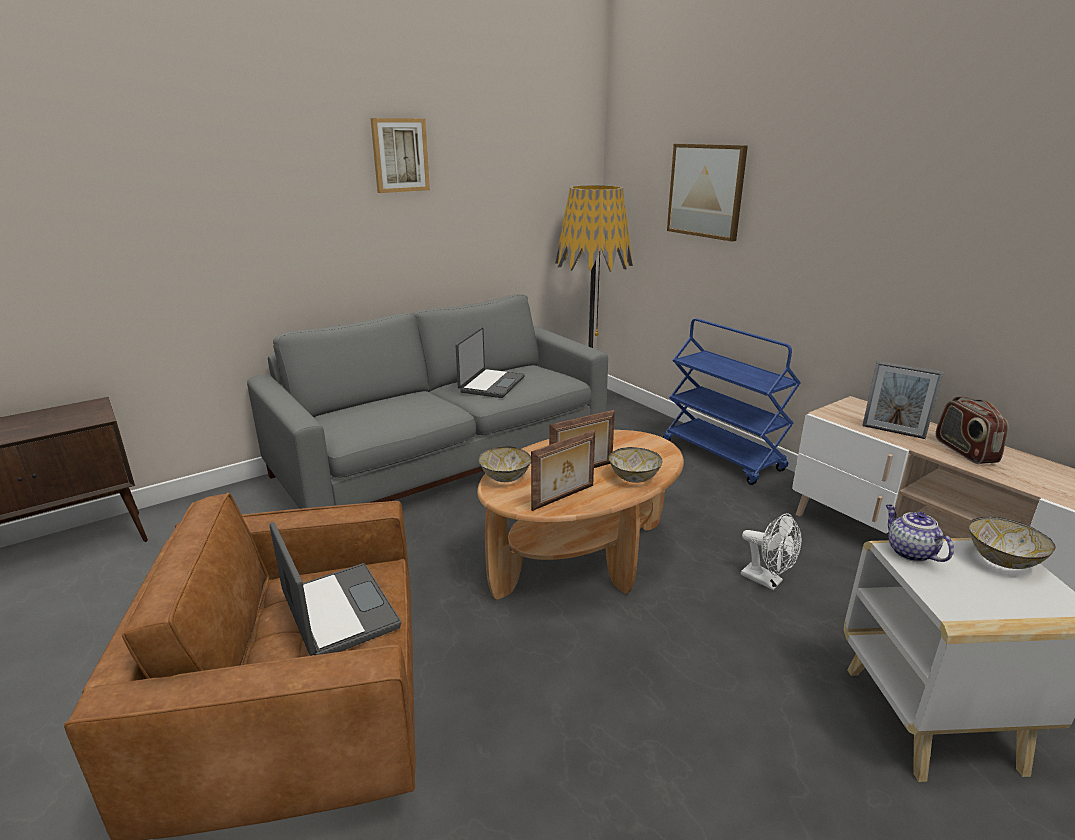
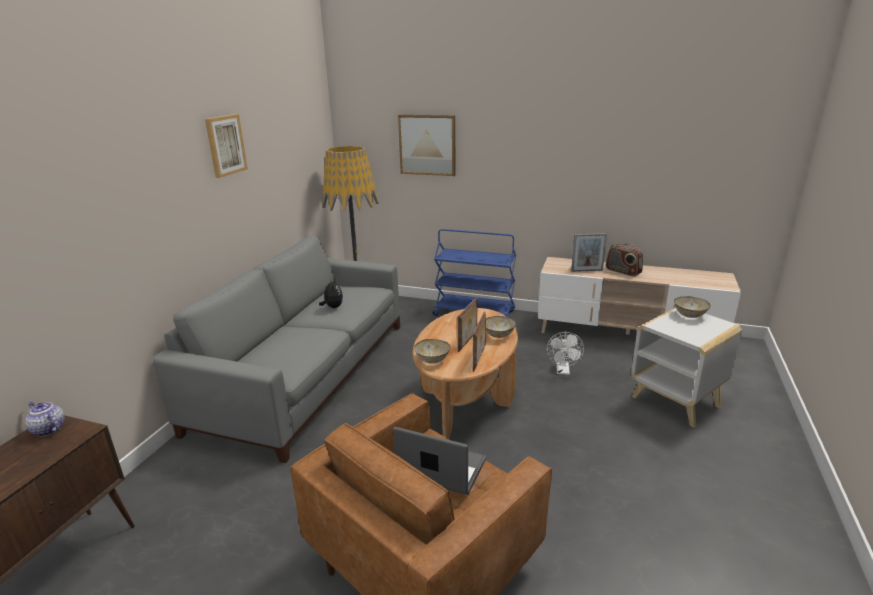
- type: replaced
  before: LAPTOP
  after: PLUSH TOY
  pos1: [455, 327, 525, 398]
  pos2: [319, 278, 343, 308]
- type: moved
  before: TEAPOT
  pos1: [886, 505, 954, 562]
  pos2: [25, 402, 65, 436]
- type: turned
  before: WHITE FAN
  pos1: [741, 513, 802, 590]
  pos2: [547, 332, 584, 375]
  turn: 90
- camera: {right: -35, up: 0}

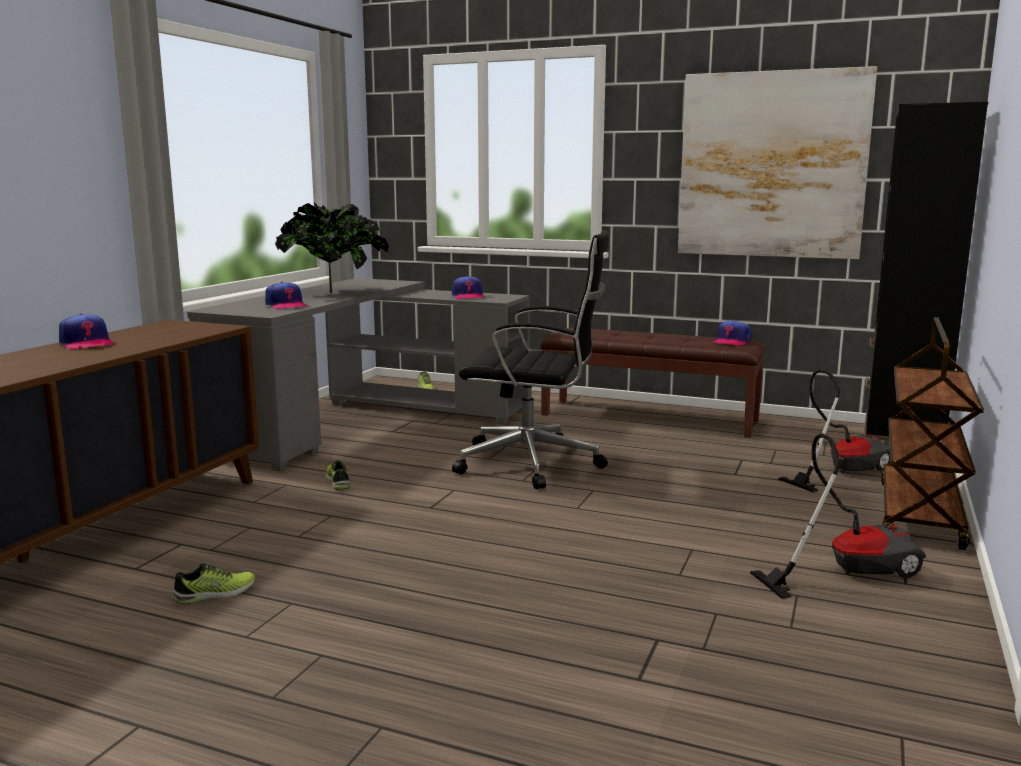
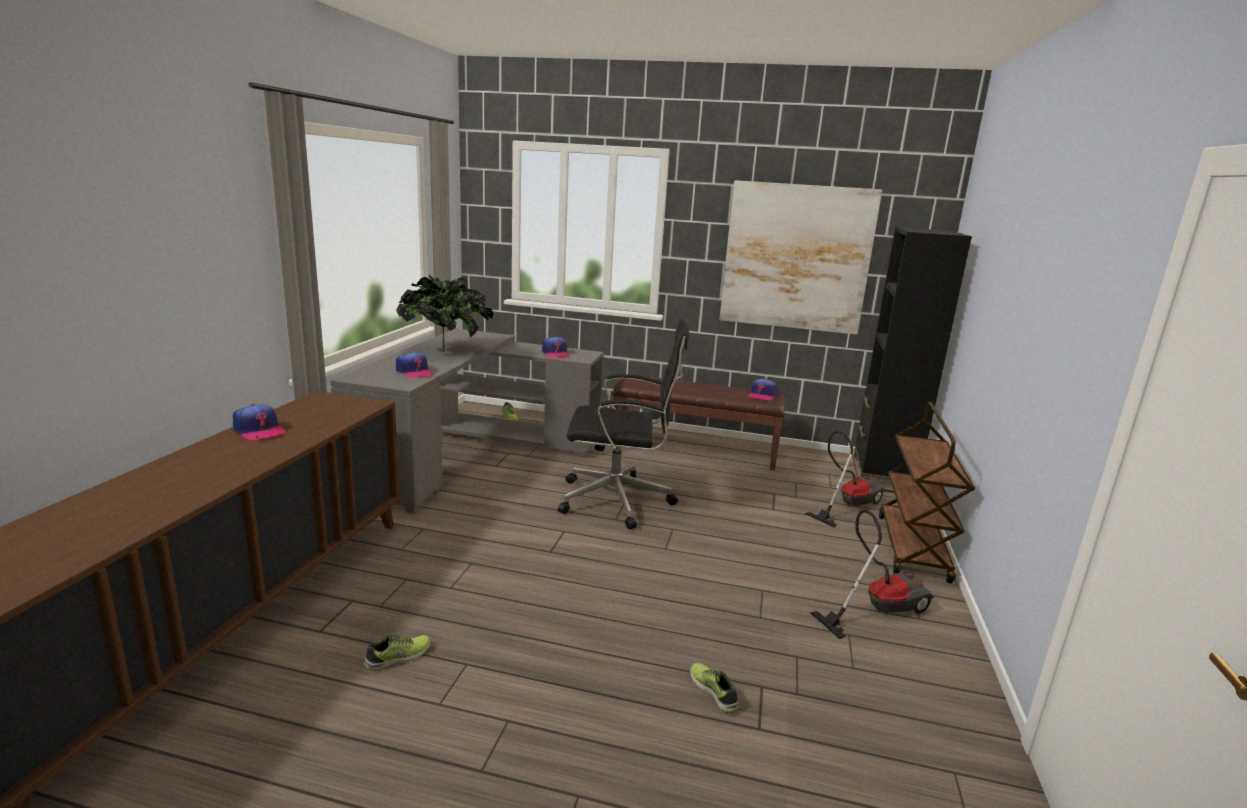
- type: moved
  before: SHOE
  pos1: [326, 460, 350, 490]
  pos2: [690, 663, 739, 713]
- camera: {right: -10, up: 5}

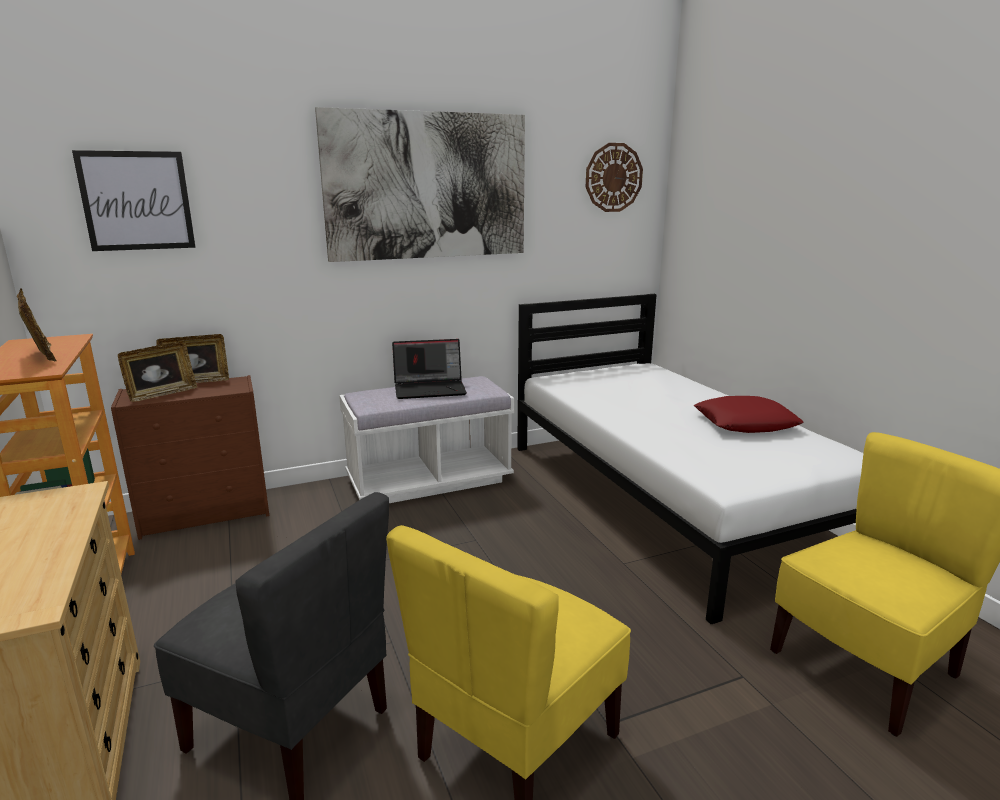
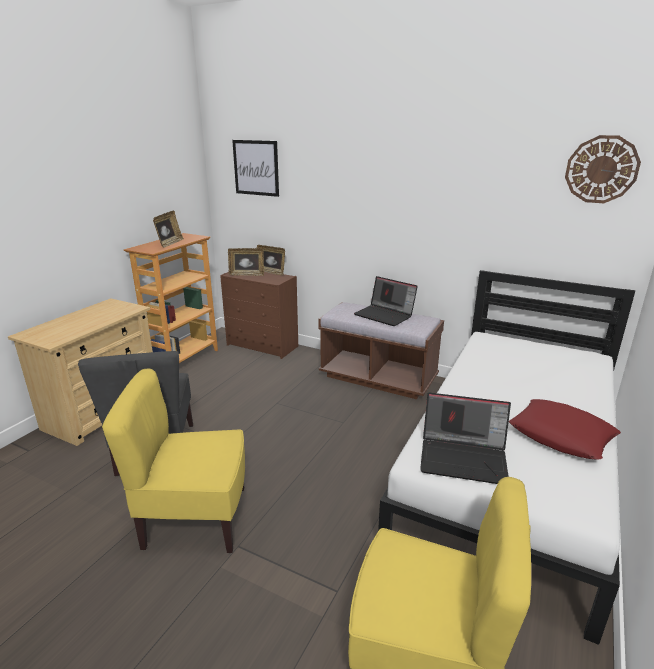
- type: removed
  before: PICTURE
  pos1: [315, 107, 525, 262]
- type: recoloured
  before: WHITE BENCH
  after: BROWN BENCH
  pos1: [339, 376, 514, 503]
  pos2: [318, 302, 444, 399]
- type: added
  after: LAPTOP
  pos2: [420, 393, 511, 484]
- camera: {right: 50, up: 5}

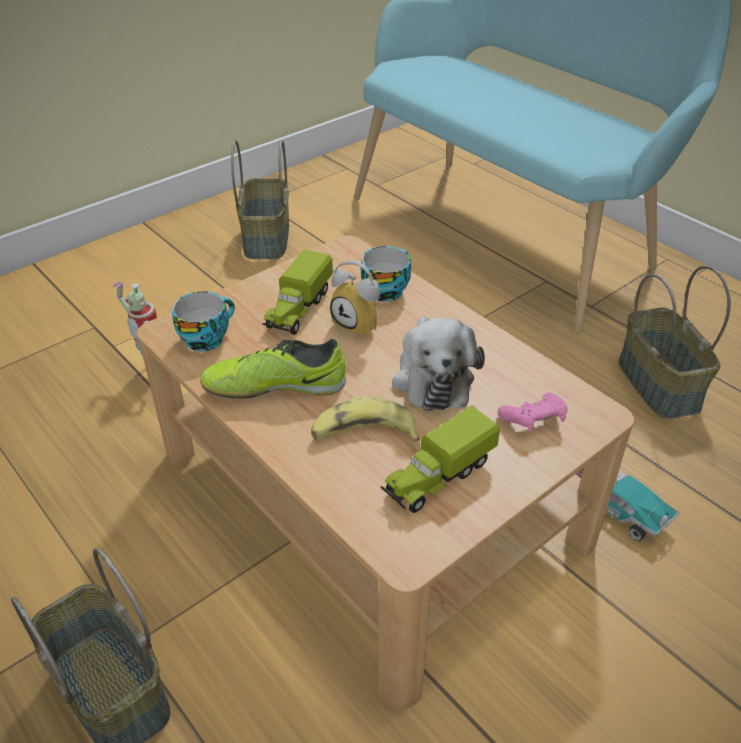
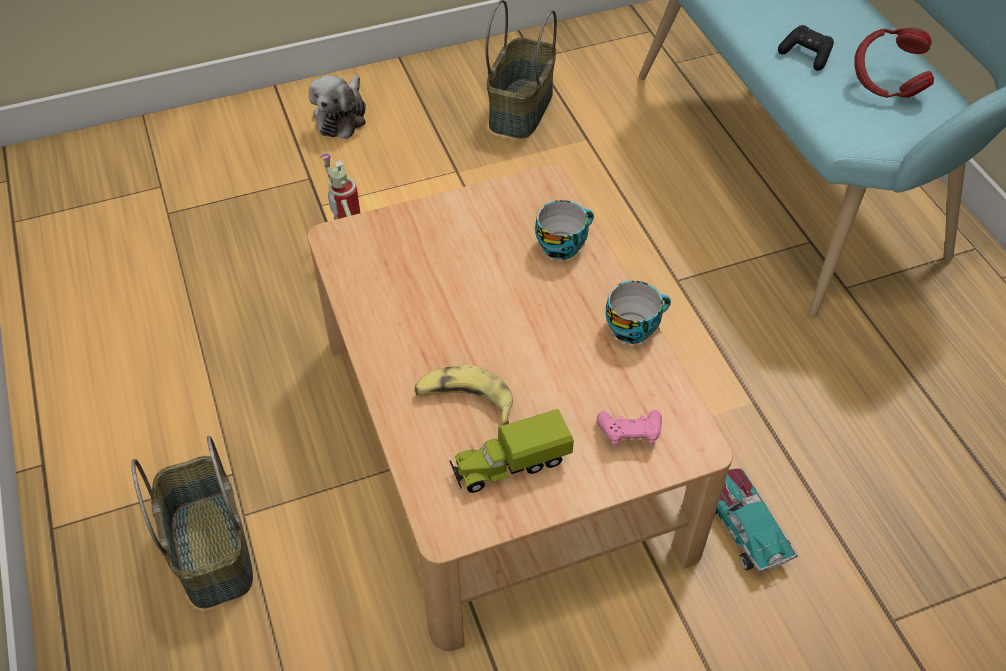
- type: removed
  before: TOY TRUCK
  pos1: [262, 249, 333, 335]
- type: removed
  before: ALARM CLOCK
  pos1: [330, 260, 380, 338]
- type: removed
  before: BASKET
  pos1: [619, 266, 731, 419]
- type: moved
  before: CUP
  pos1: [172, 291, 235, 351]
  pos2: [606, 281, 671, 344]
- type: moved
  before: PLUSH TOY
  pos1: [392, 317, 485, 411]
  pos2: [309, 75, 366, 139]
- type: removed
  before: SHOE
  pos1: [200, 338, 346, 399]
- type: added
  after: BLACK GAME CONTROLLER
  pos2: [778, 25, 834, 71]
- type: added
  after: RED HEADPHONES
  pos2: [855, 27, 934, 98]
- camera: {right: 20, up: 10}

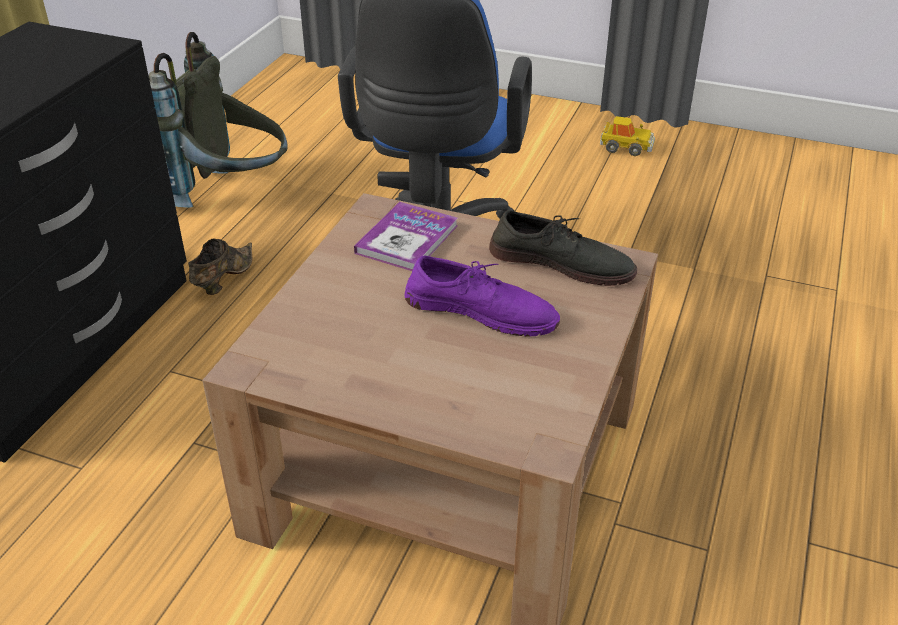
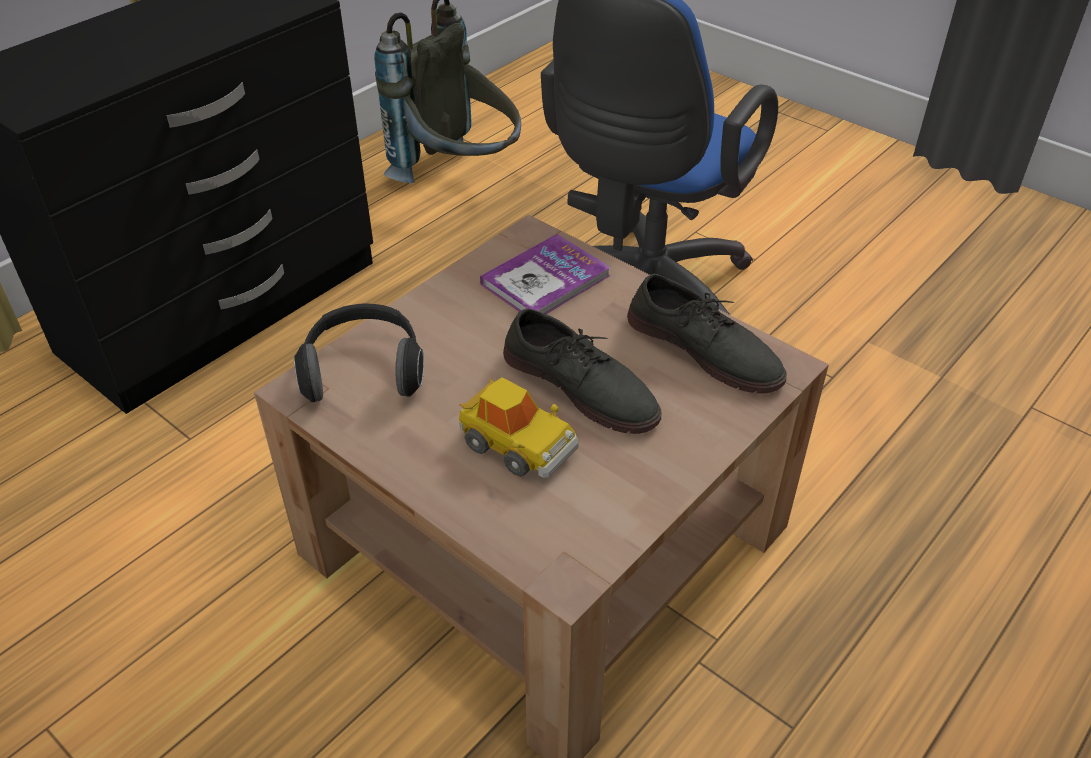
- type: moved
  before: TOY CAR
  pos1: [600, 116, 655, 156]
  pos2: [459, 377, 579, 478]
- type: removed
  before: BROWN SHOE
  pos1: [188, 238, 252, 295]
- type: recoloured
  before: PURPLE SHOE
  after: GREY SHOE
  pos1: [405, 256, 560, 336]
  pos2: [503, 309, 661, 434]
- type: added
  after: HEADPHONES
  pos2: [294, 303, 424, 402]
- camera: {right: 20, up: 5}

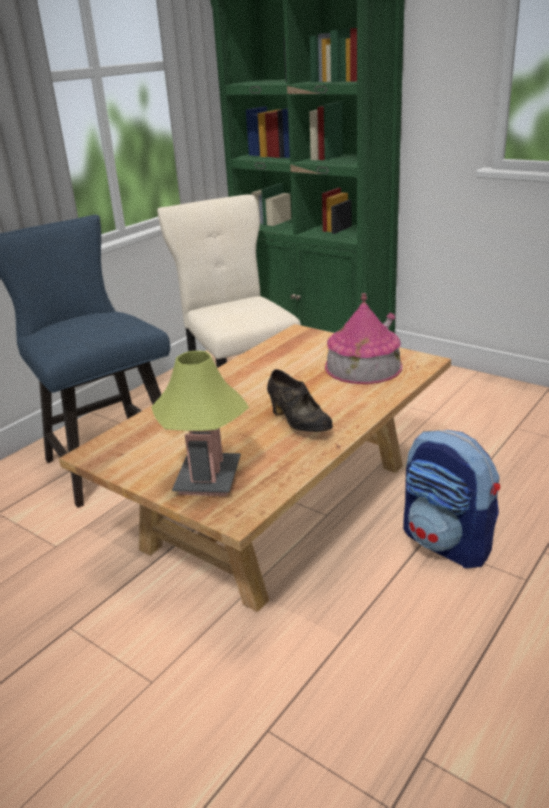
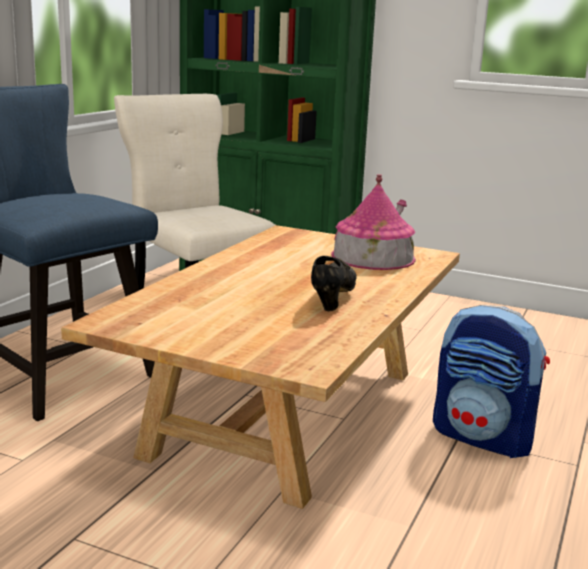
- type: removed
  before: TABLE LAMP
  pos1: [151, 351, 249, 496]
- type: turned
  before: BLACK SHOE
  pos1: [267, 369, 333, 432]
  pos2: [311, 256, 357, 311]
  turn: -120
- camera: {right: -15, up: -10}

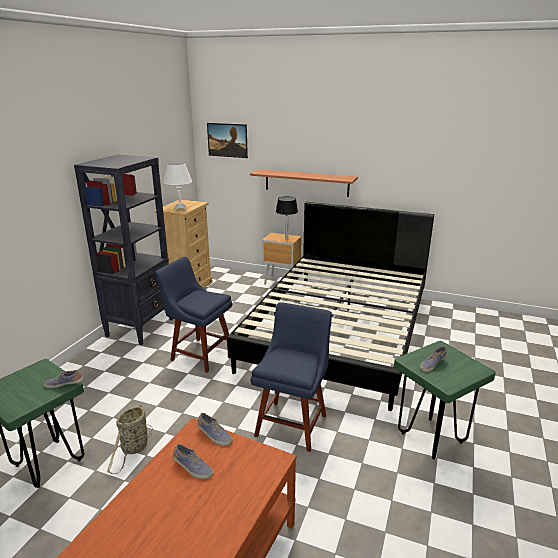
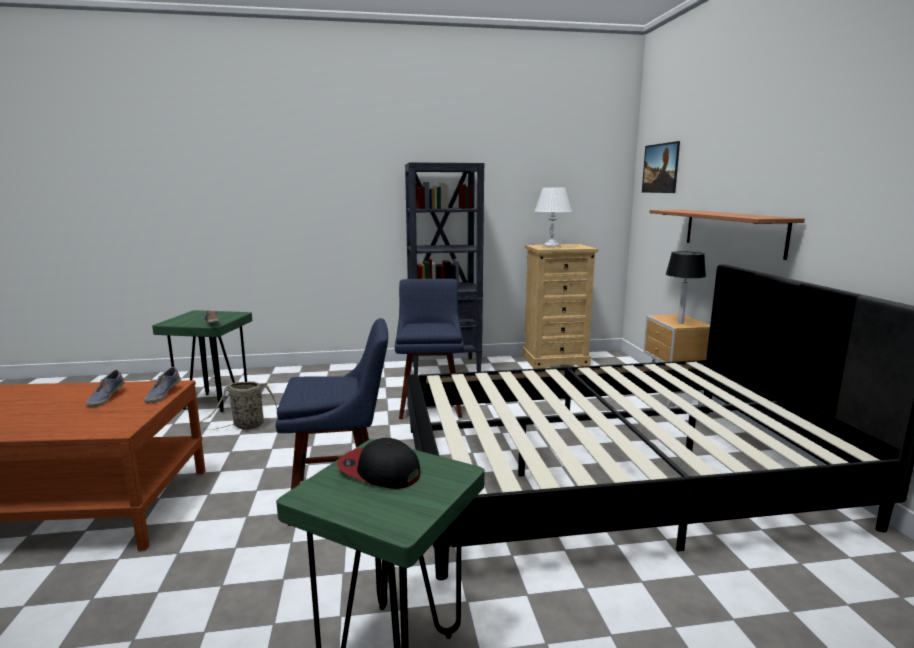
- type: replaced
  before: SHOE
  after: CAP
  pos1: [420, 346, 447, 372]
  pos2: [337, 438, 420, 489]
- camera: {right: 60, up: -10}

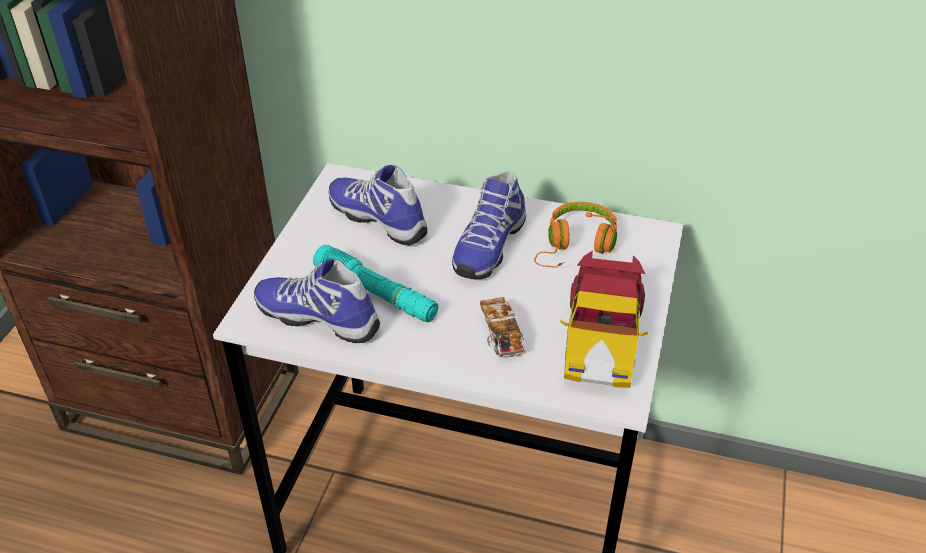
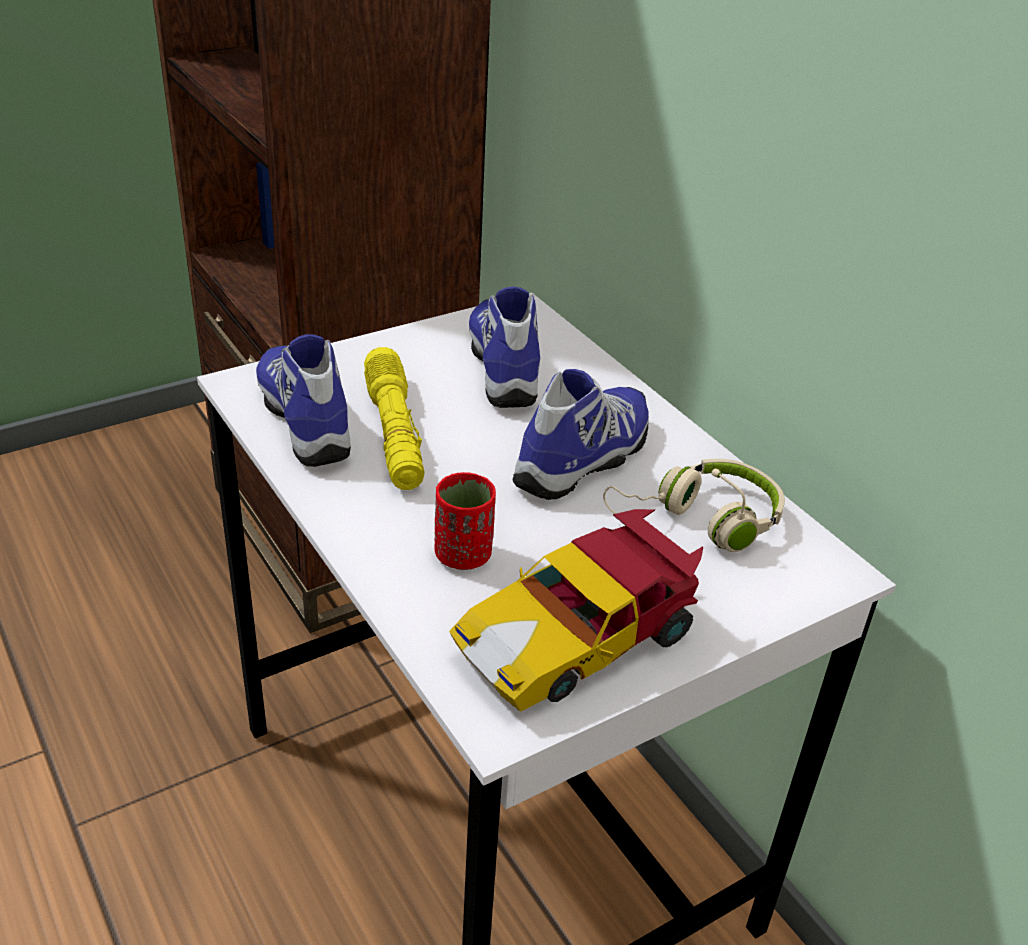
- type: turned
  before: SHOE
  pos1: [452, 171, 526, 279]
  pos2: [512, 369, 649, 500]
  turn: 150
- type: recoloured
  before: ORANGE HEADPHONES
  after: BEIGE HEADPHONES
  pos1: [534, 202, 617, 268]
  pos2: [603, 459, 785, 552]
- type: recoloured
  before: TURQUOISE FLASHLIGHT
  after: YELLOW FLASHLIGHT
  pos1: [313, 245, 438, 322]
  pos2: [364, 347, 425, 490]
- type: replaced
  before: TOY CAR
  after: RED CUP
  pos1: [480, 297, 526, 357]
  pos2: [434, 472, 496, 570]
- camera: {right: 40, up: -5}

